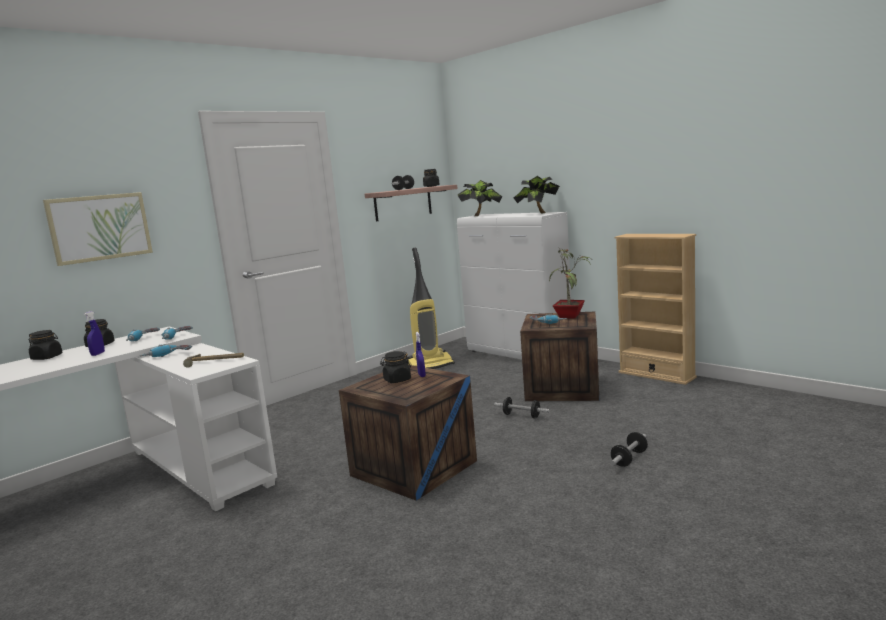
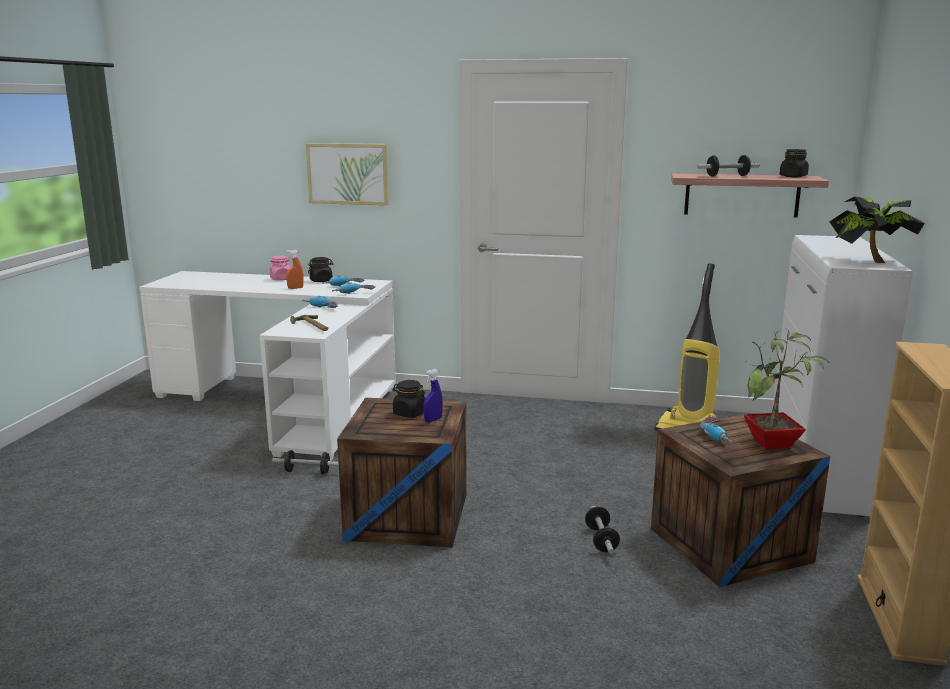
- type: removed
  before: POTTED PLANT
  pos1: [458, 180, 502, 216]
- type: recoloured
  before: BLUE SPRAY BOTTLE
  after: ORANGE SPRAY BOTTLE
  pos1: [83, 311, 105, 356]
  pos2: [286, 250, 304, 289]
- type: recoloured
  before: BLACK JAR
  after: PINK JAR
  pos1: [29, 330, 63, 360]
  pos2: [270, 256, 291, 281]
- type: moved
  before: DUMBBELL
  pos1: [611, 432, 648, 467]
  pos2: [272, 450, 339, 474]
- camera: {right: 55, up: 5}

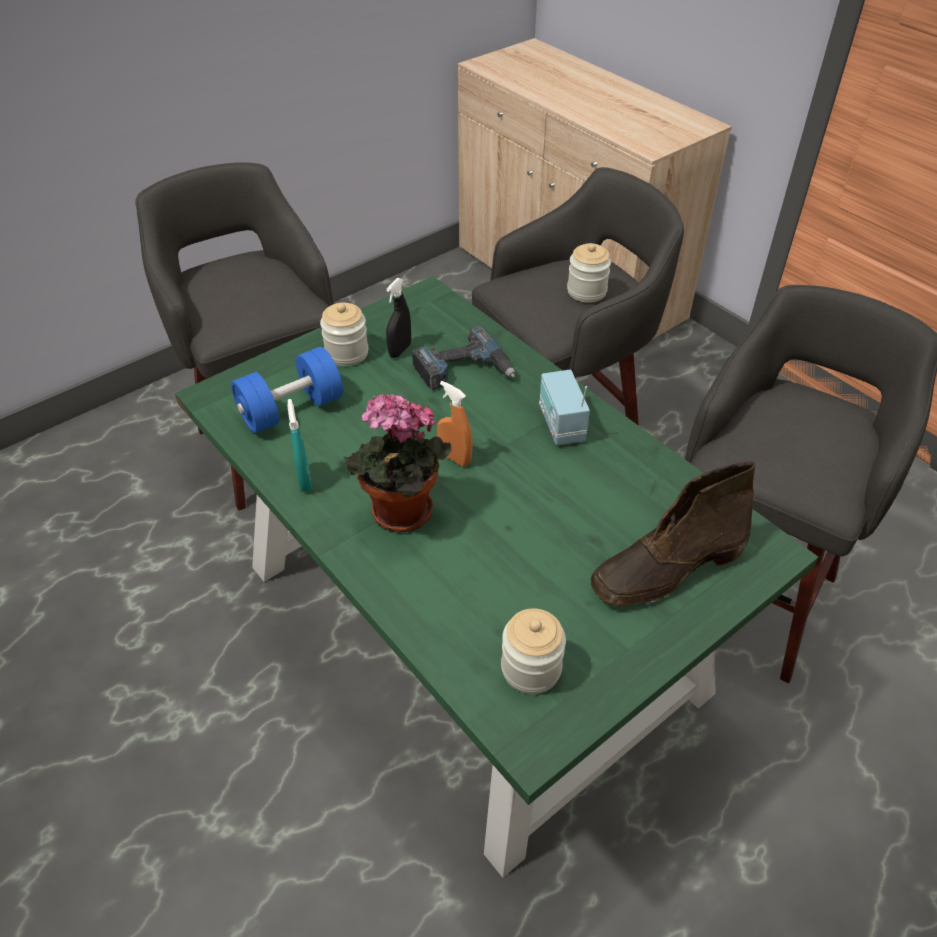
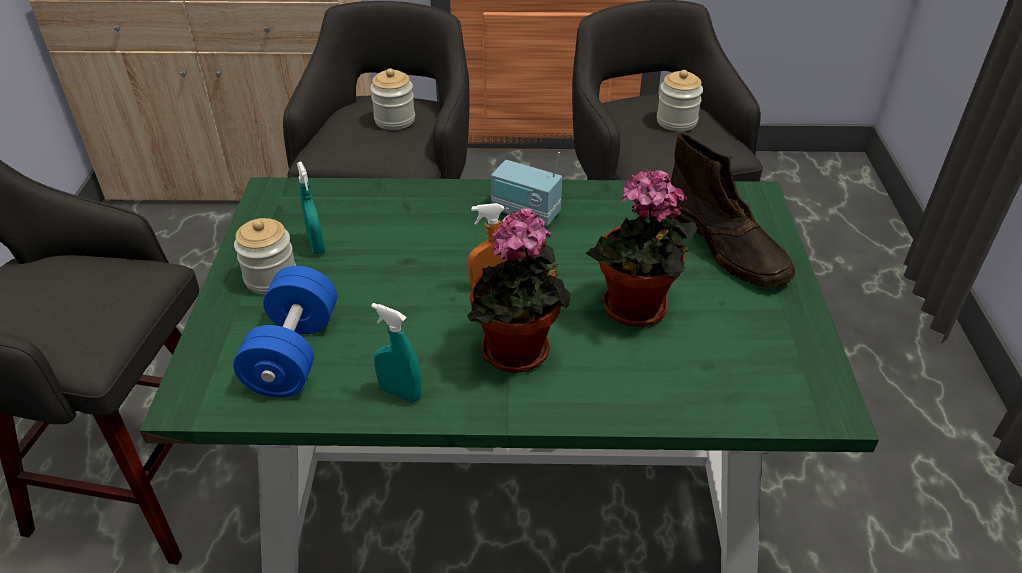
- type: recoloured
  before: BLACK SPRAY BOTTLE
  after: TURQUOISE SPRAY BOTTLE
  pos1: [386, 278, 411, 358]
  pos2: [297, 162, 325, 255]
- type: removed
  before: POWER DRILL
  pos1: [412, 326, 515, 390]
- type: turned
  before: BROWN BOOT
  pos1: [591, 461, 755, 606]
  pos2: [668, 133, 795, 288]
  turn: -45
- type: moved
  before: JAR
  pos1: [501, 608, 566, 694]
  pos2: [657, 70, 703, 131]
- type: added
  after: POTTED PLANT
  pos2: [585, 170, 697, 327]
- camera: {right: -50, up: -5}

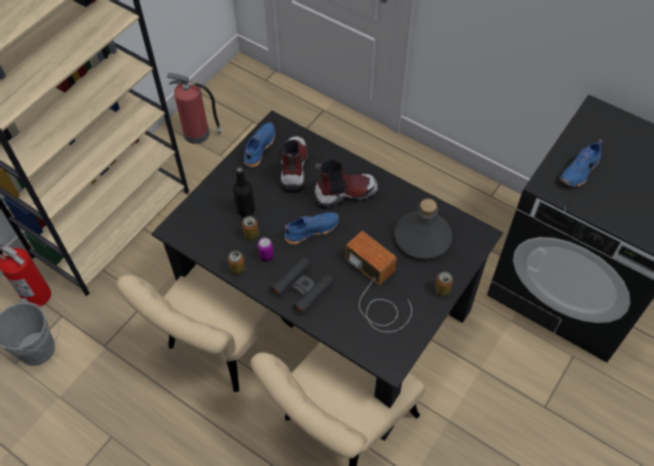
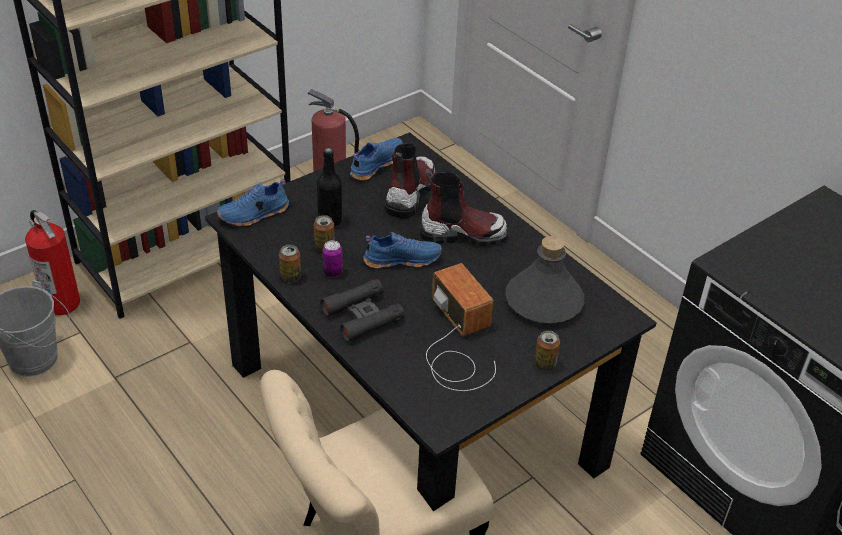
- type: moved
  before: BLUE SHOE
  pos1: [560, 139, 603, 187]
  pos2: [217, 179, 289, 226]
- type: removed
  before: BEIGE CHAIR
  pos1: [116, 264, 294, 392]
- camera: {right: 15, up: -15}

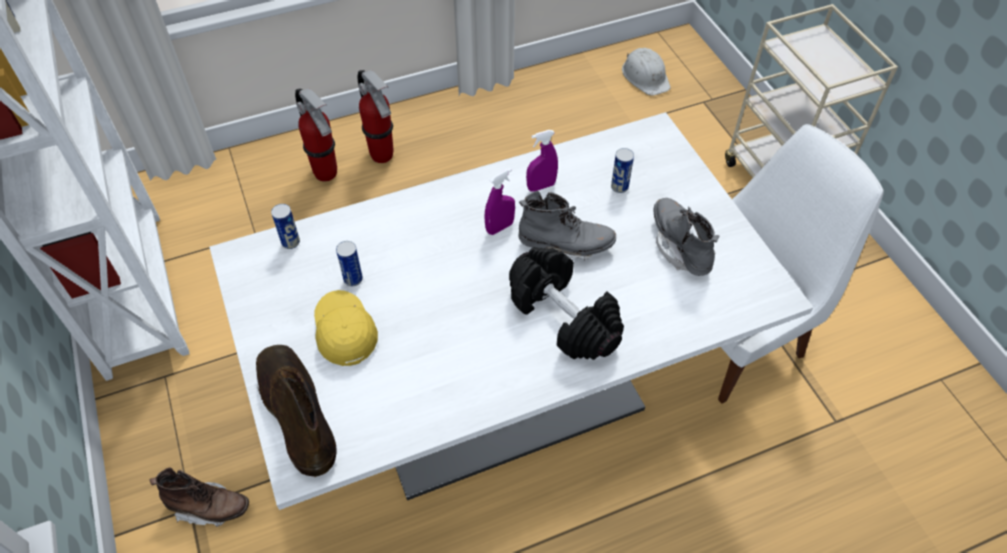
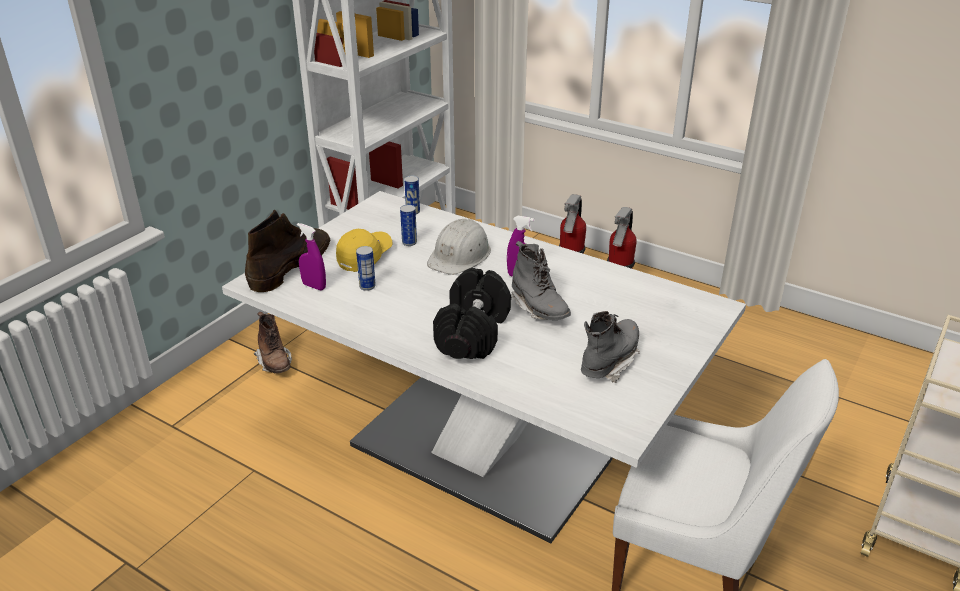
- type: moved
  before: WHITE HARD HAT
  pos1: [622, 48, 671, 95]
  pos2: [427, 219, 491, 275]
- type: moved
  before: PURPLE SPRAY BOTTLE
  pos1: [526, 130, 558, 192]
  pos2: [297, 223, 326, 290]
- type: moved
  before: CAN
  pos1: [611, 148, 634, 193]
  pos2: [356, 246, 376, 291]
- camera: {right: 55, up: -20}

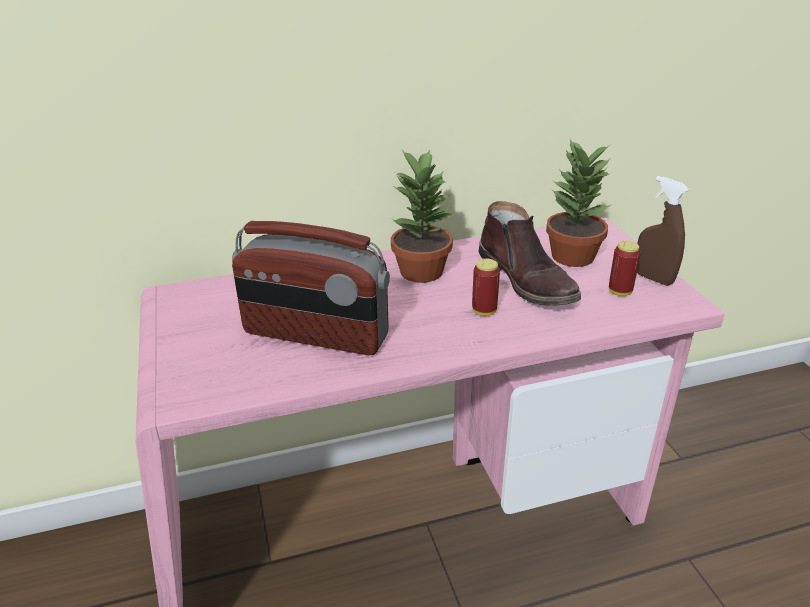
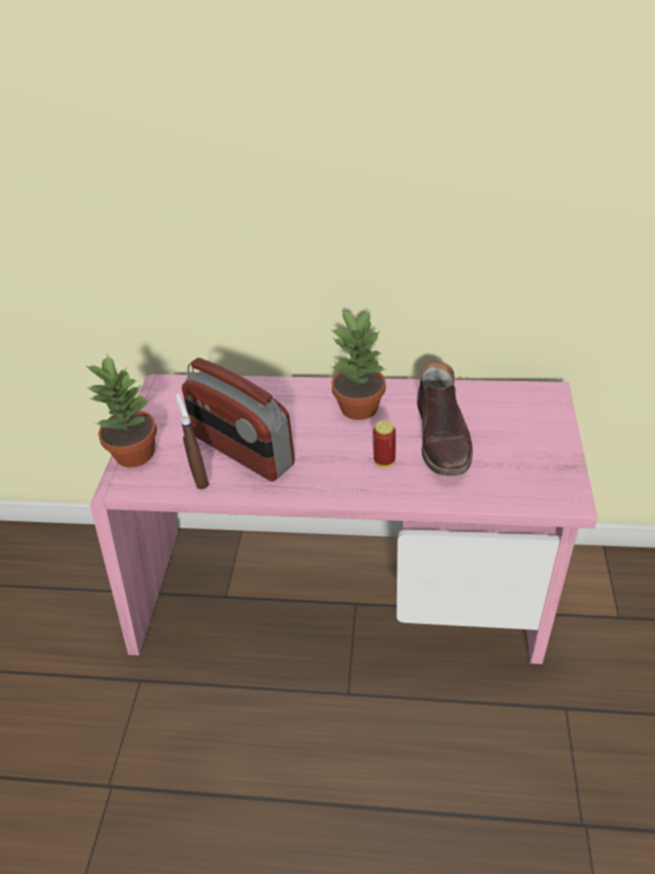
- type: moved
  before: POTTED PLANT
  pos1: [546, 139, 611, 267]
  pos2: [87, 353, 157, 467]
- type: moved
  before: BROWN SPRAY BOTTLE
  pos1: [637, 176, 689, 286]
  pos2: [176, 394, 209, 489]
- type: removed
  before: CAN
  pos1: [609, 241, 641, 296]
- camera: {right: 25, up: 10}

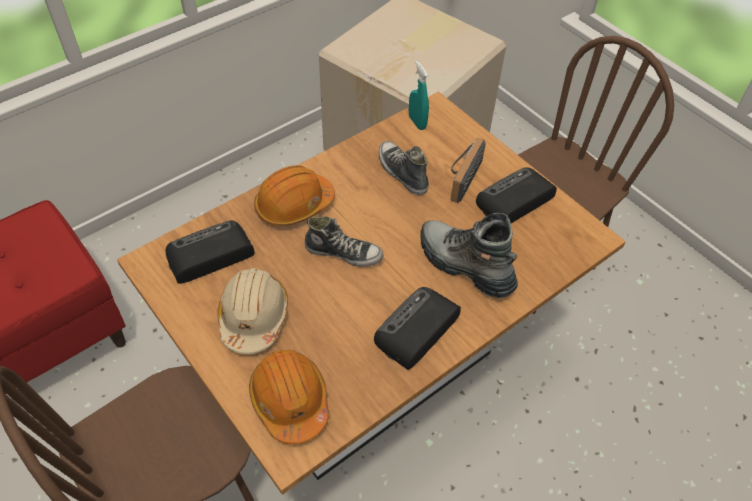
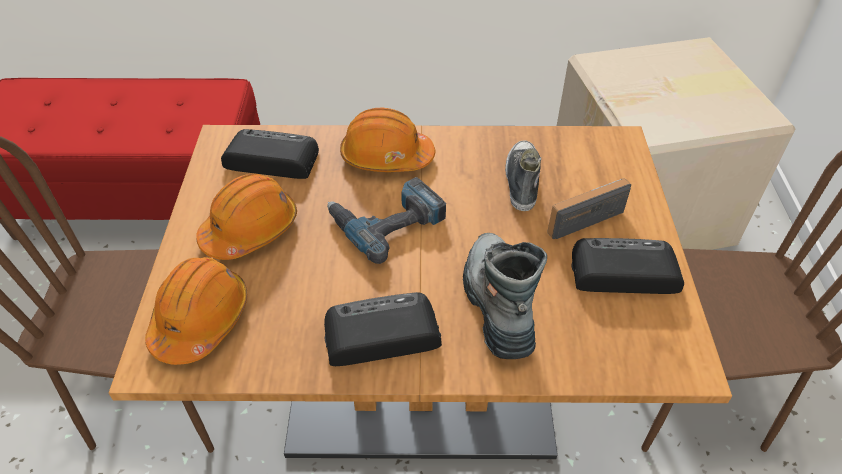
- type: removed
  before: TURQUOISE SPRAY BOTTLE
  pos1: [409, 61, 429, 130]
- type: replaced
  before: SHOE
  after: POWER DRILL
  pos1: [304, 216, 384, 267]
  pos2: [327, 177, 446, 264]
- type: recoloured
  before: BEIGE HARD HAT
  after: ORANGE HARD HAT
  pos1: [217, 268, 288, 354]
  pos2: [196, 174, 297, 260]
- camera: {right: 40, up: -5}

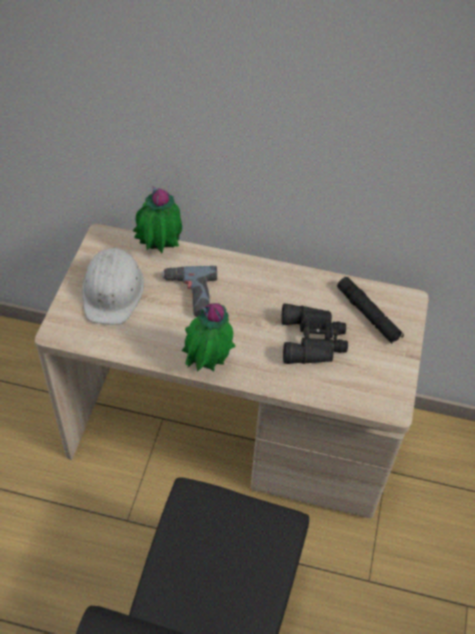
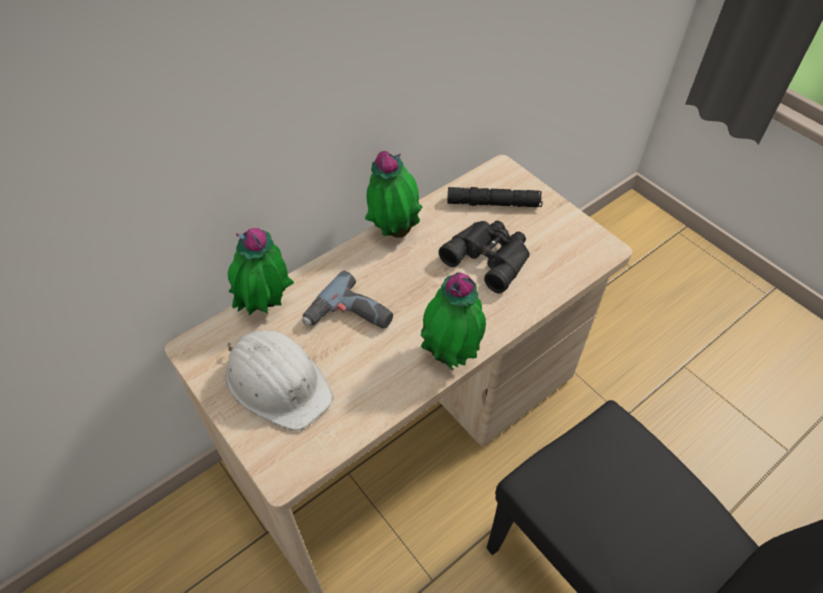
- type: added
  after: POTTED PLANT
  pos2: [365, 151, 422, 238]
- camera: {right: -50, up: 0}

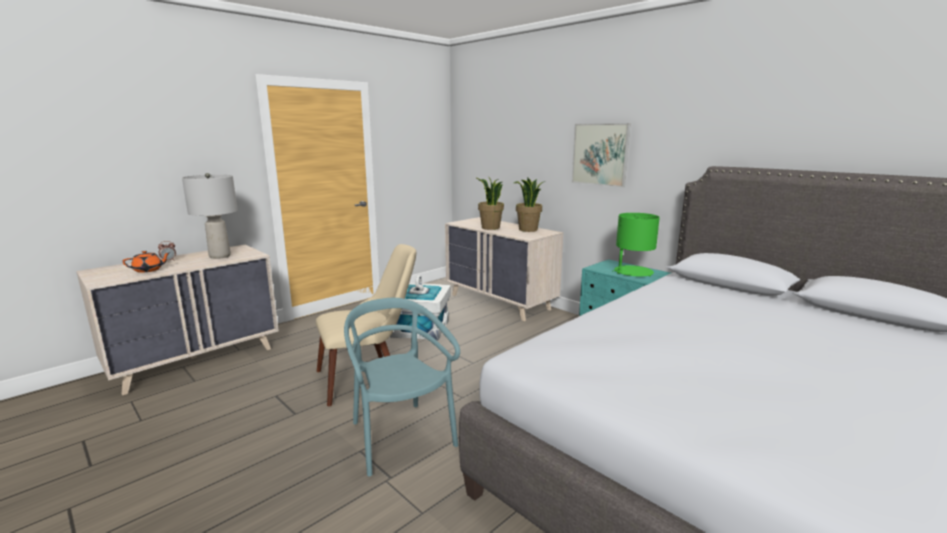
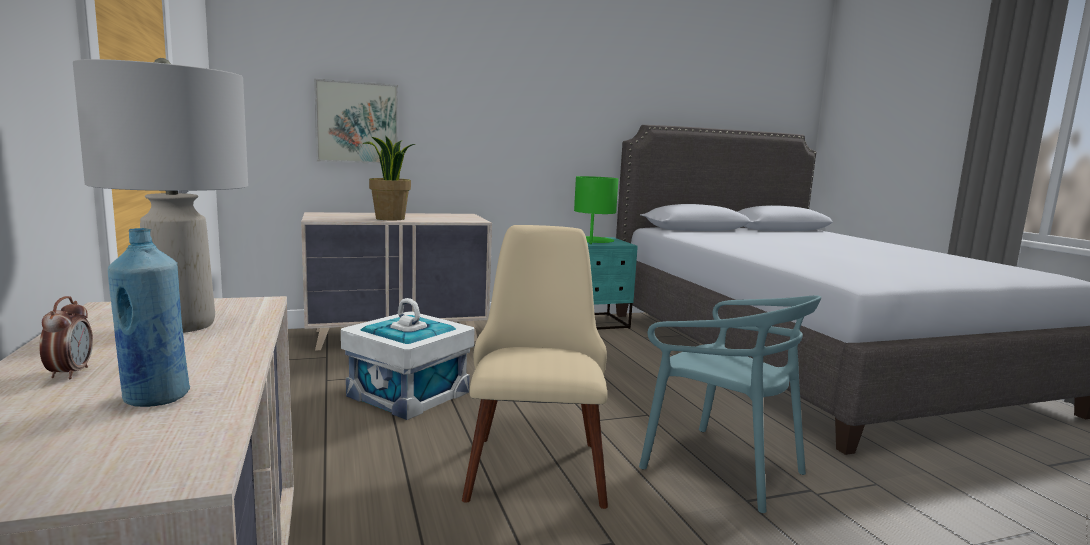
- type: moved
  before: PICTURE
  pos1: [571, 123, 631, 187]
  pos2: [314, 79, 398, 164]
- type: removed
  before: POTTED PLANT
  pos1: [514, 178, 545, 232]
- type: replaced
  before: ORANGE TEAPOT
  after: BLUE BOTTLE
  pos1: [122, 251, 171, 273]
  pos2: [108, 228, 190, 407]
- type: turned
  before: TURQUOISE CHAIR
  pos1: [344, 298, 460, 476]
  pos2: [639, 295, 821, 513]
  turn: -135
- camera: {right: -65, up: -5}

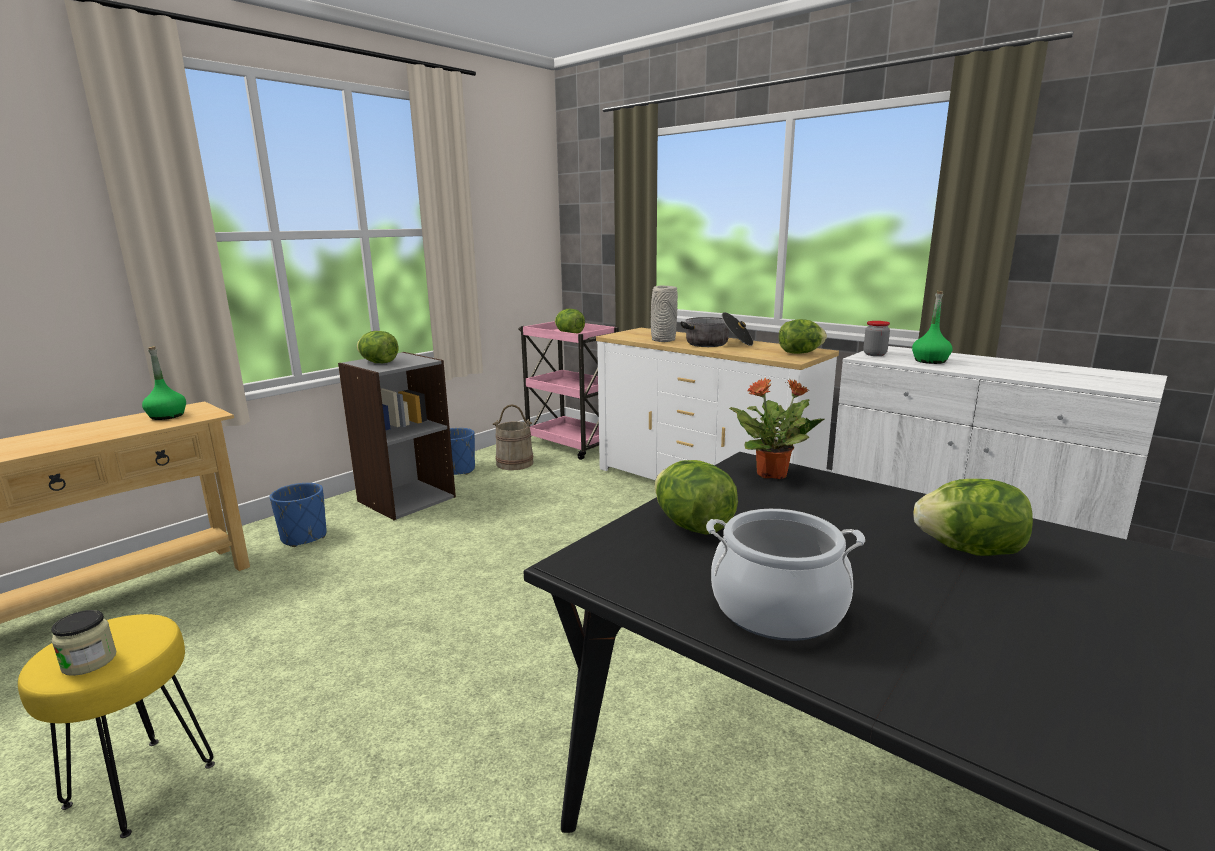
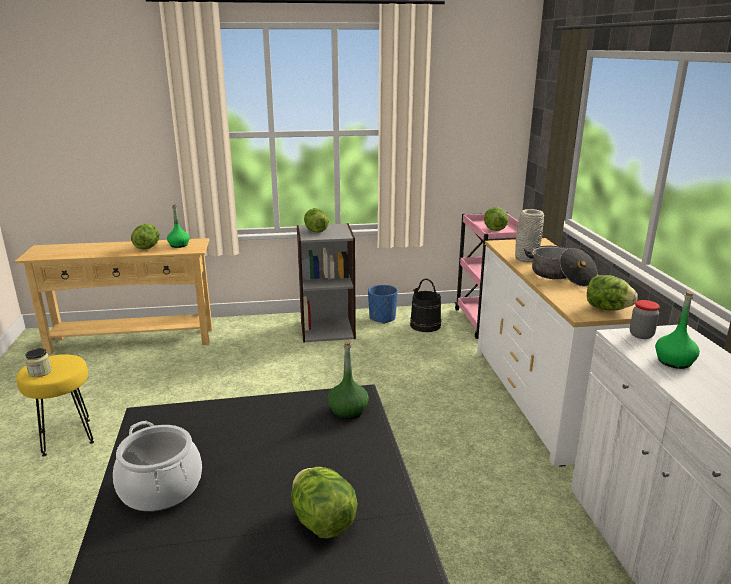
- type: replaced
  before: POTTED PLANT
  after: GREEN BOTTLE
  pos1: [729, 377, 825, 479]
  pos2: [328, 340, 369, 419]
- type: recoloured
  before: BEIGE BUCKET
  after: BLACK BUCKET
  pos1: [493, 404, 534, 470]
  pos2: [410, 278, 441, 332]
- type: moved
  before: LETTUCE
  pos1: [654, 460, 738, 535]
  pos2: [131, 224, 159, 249]
- type: removed
  before: BLUE PLANTER
  pos1: [270, 483, 327, 547]
- camera: {right: 40, up: 5}

